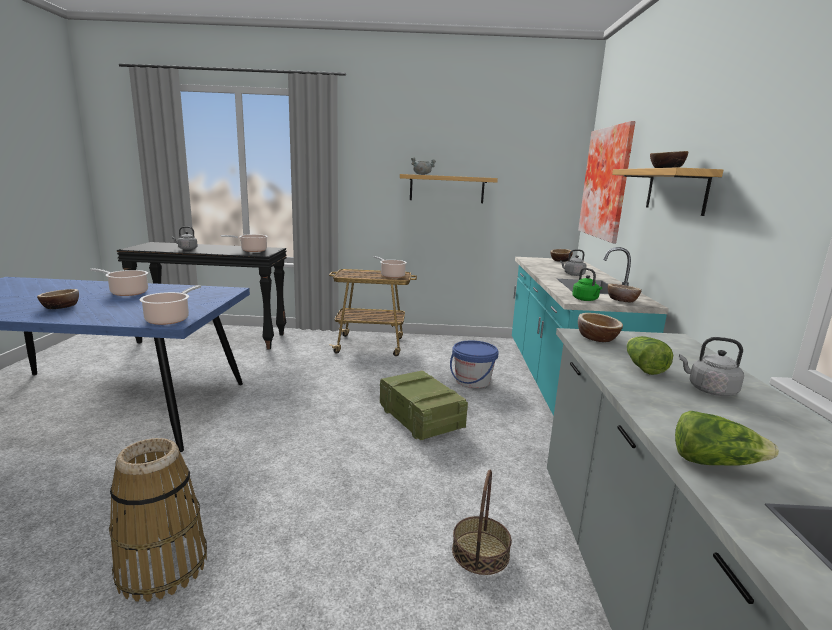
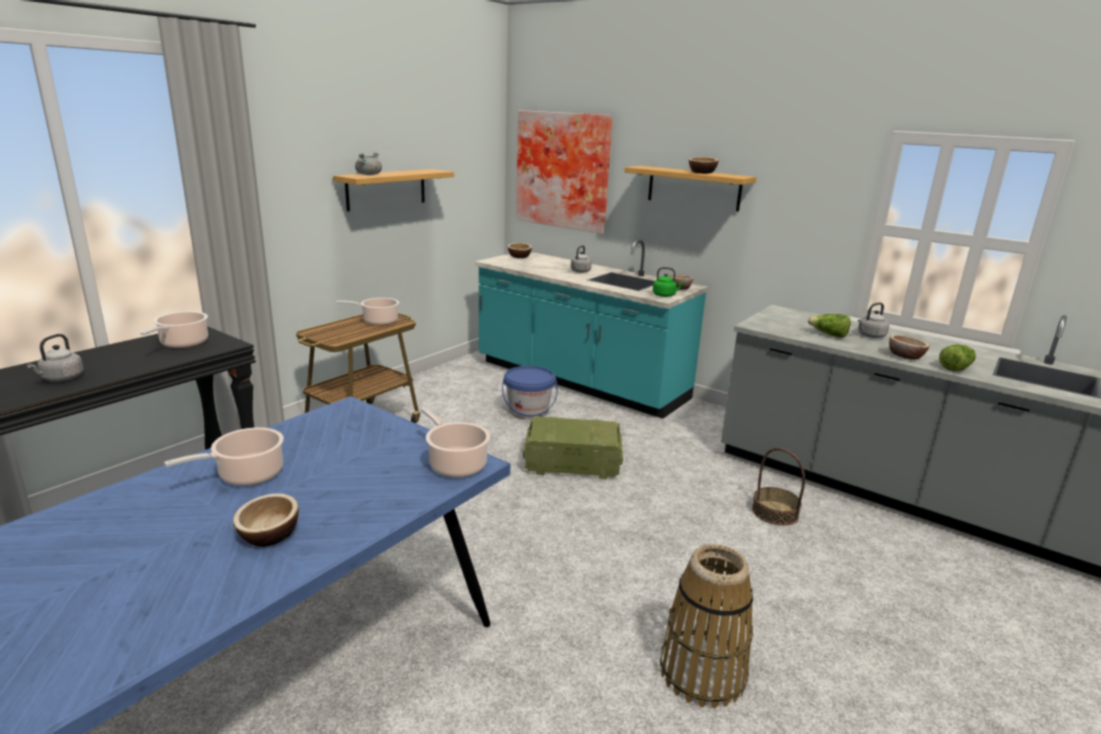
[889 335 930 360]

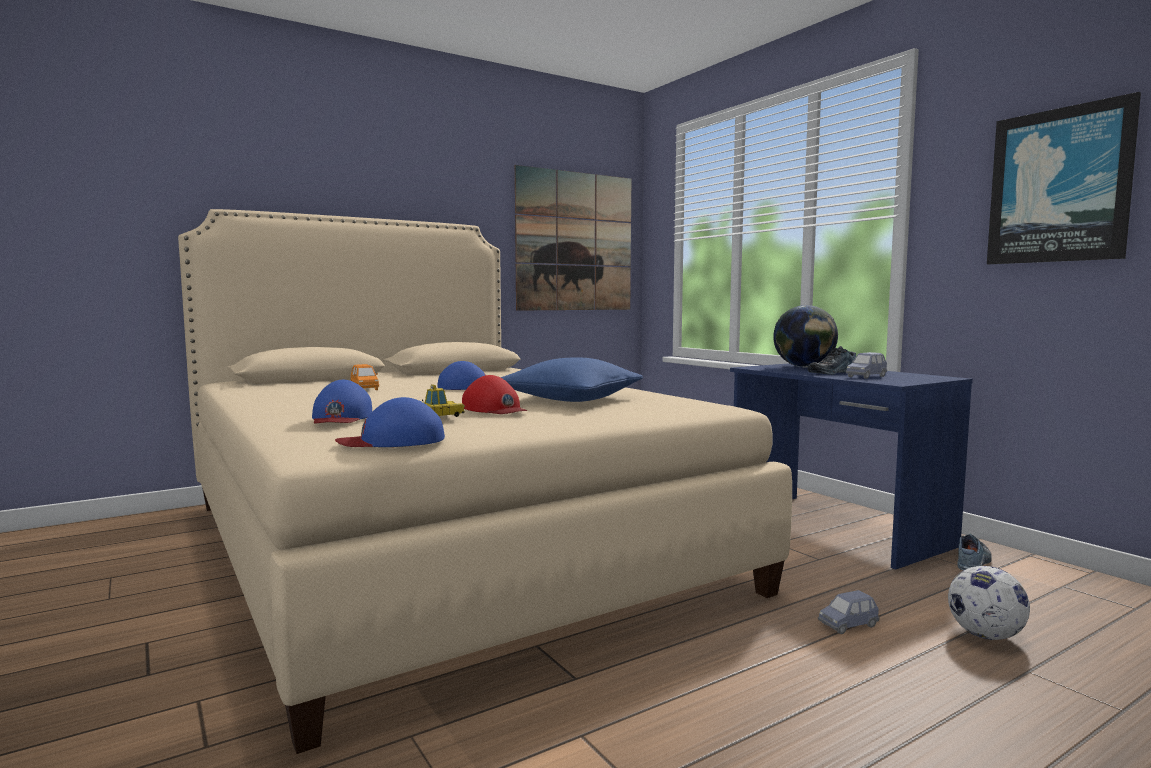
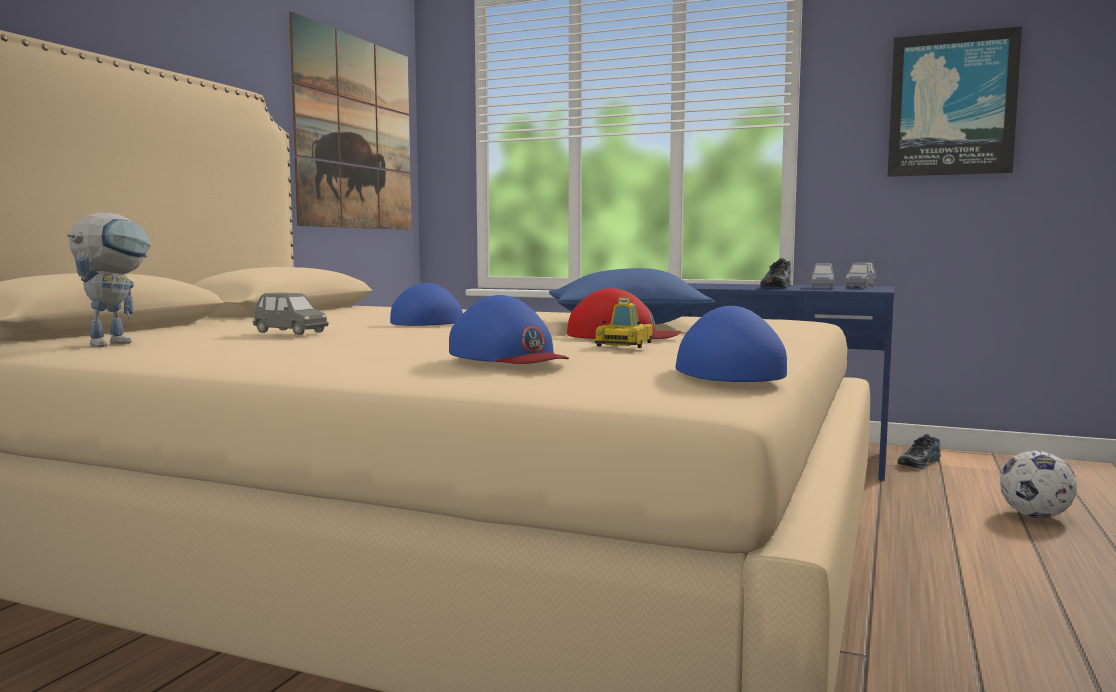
[773 305 838 367] (first image)
[253 293 329 335]
[676 306 787 382]
[898 434 941 469]
[845 263 876 288]
[67 212 151 347]

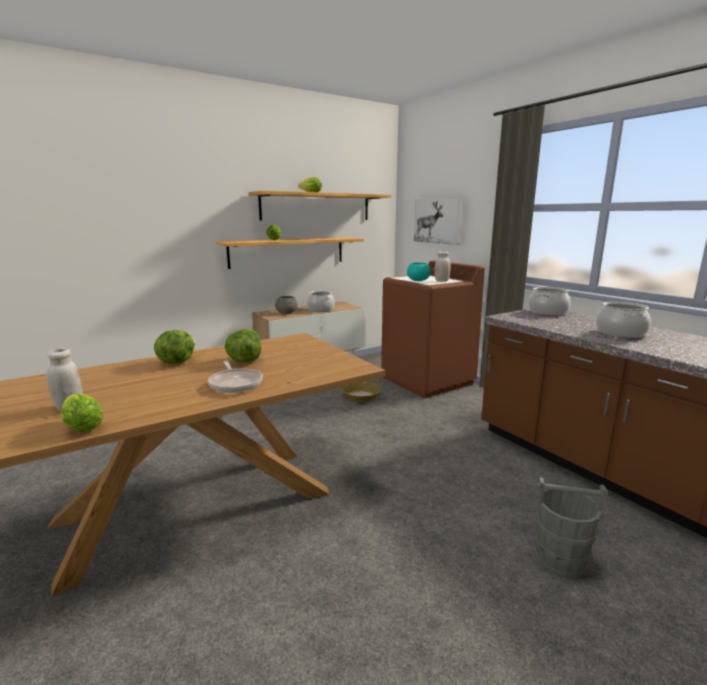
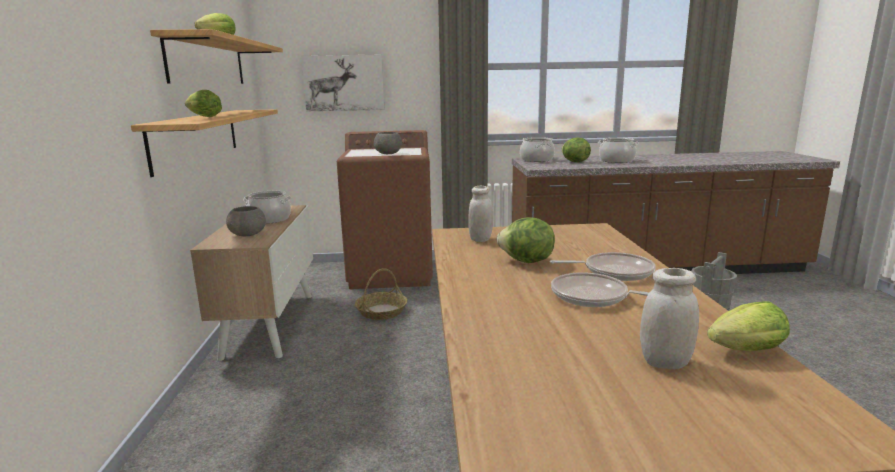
[468 185 493 242]
[374 132 402 154]
[562 138 591 162]
[551 272 649 307]

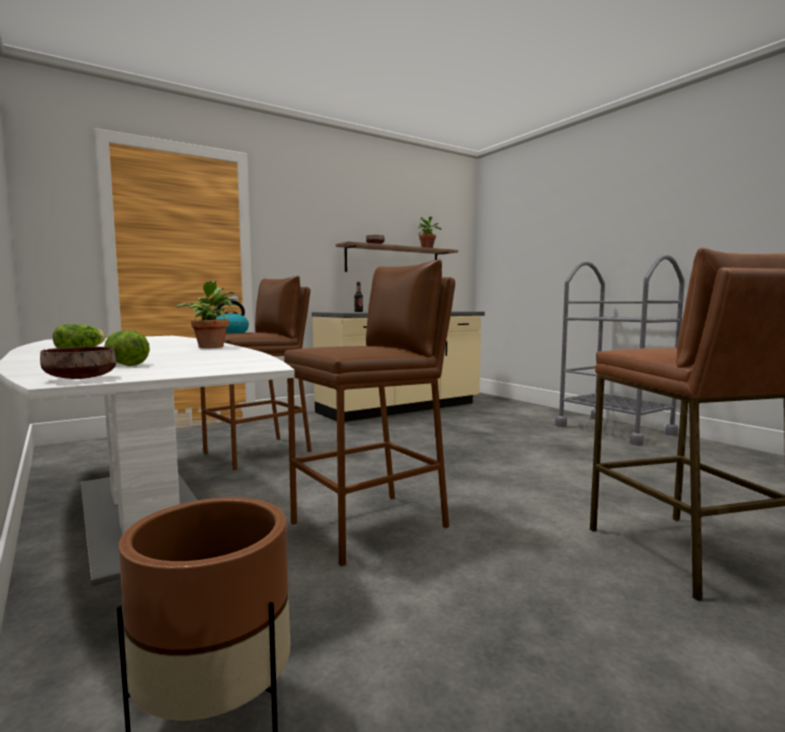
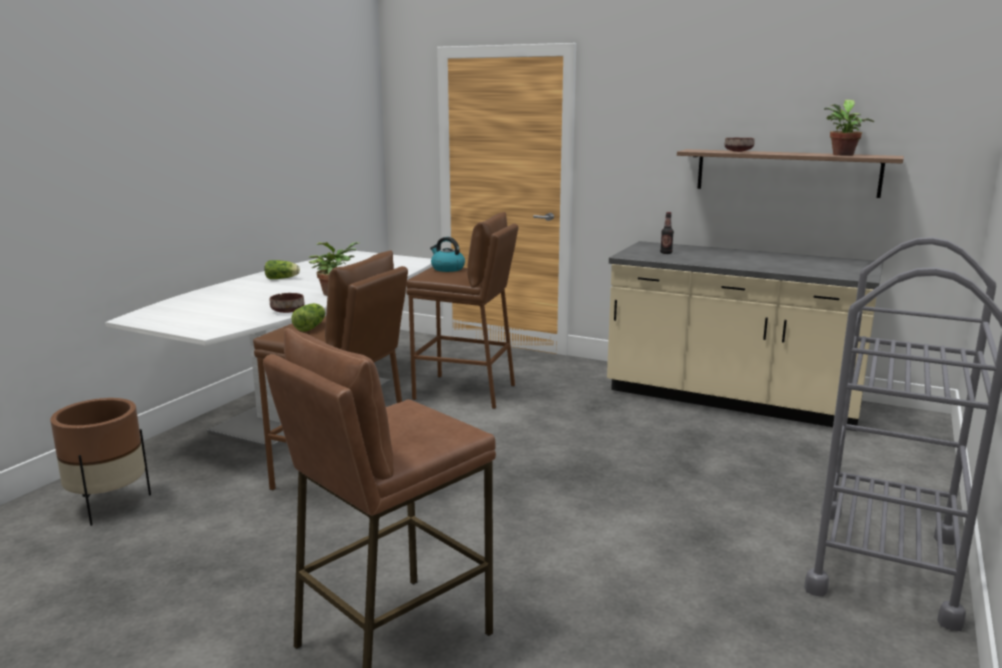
[292 303 326 332]
[270 293 304 313]

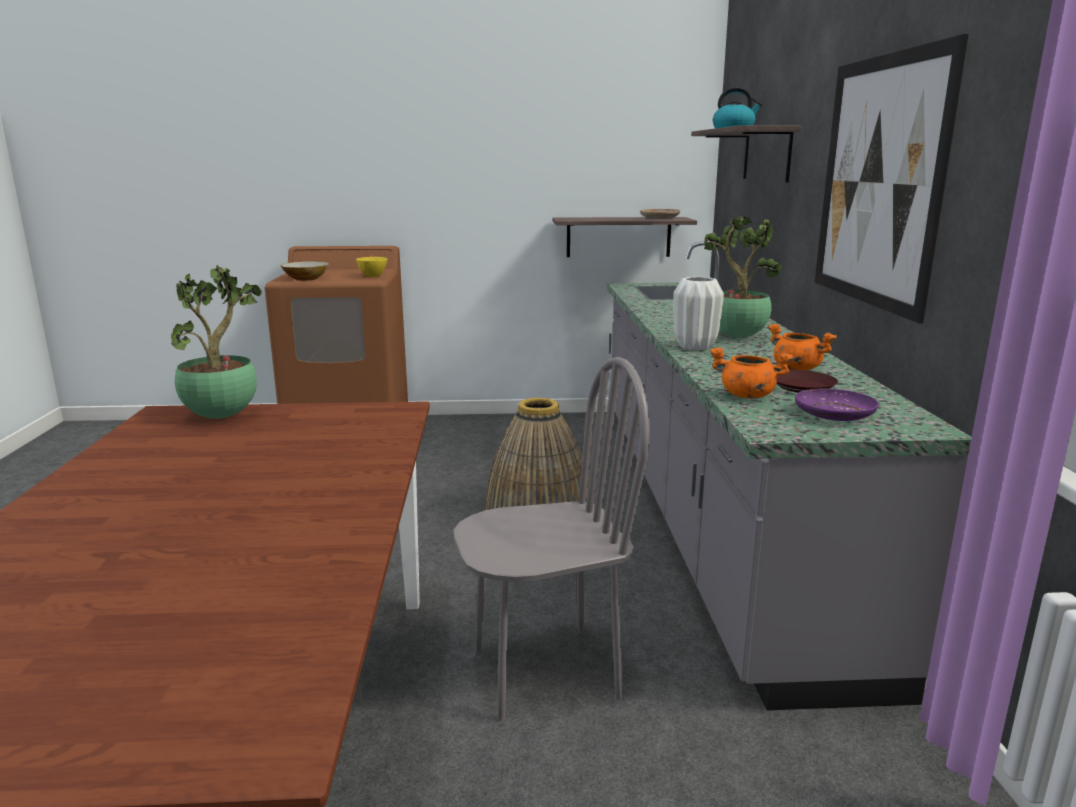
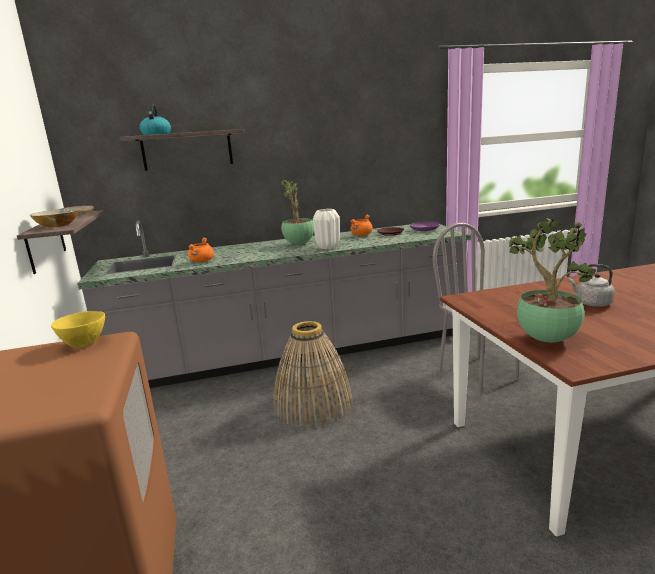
[815 34 969 324] (first image)
[30 209 79 228]
[188 238 214 262]
[569 264 615 307]

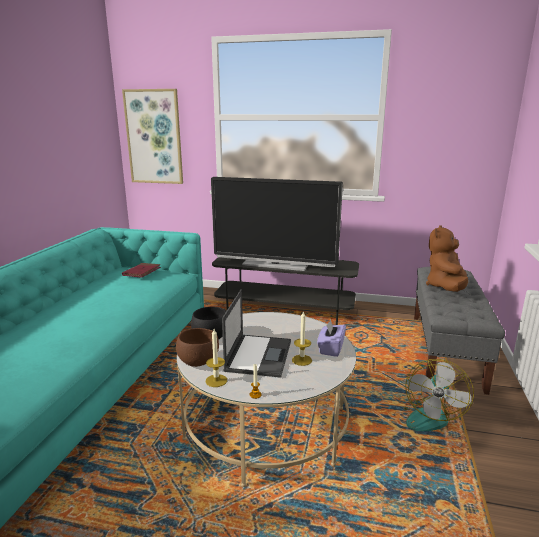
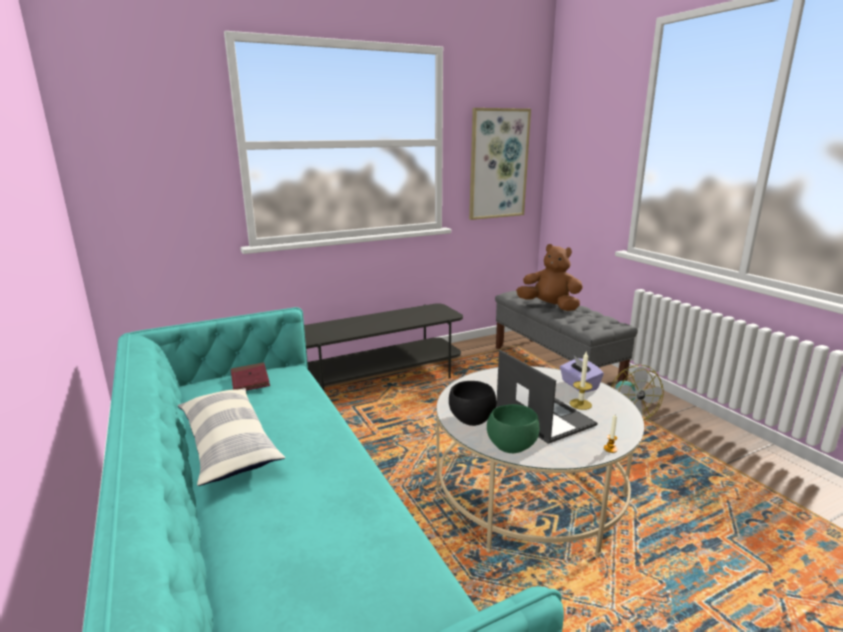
[469 108 531 220]
[211 177 343 271] (first image)
[516 244 583 311]
[487 404 539 453]
[206 329 227 387] (first image)
[178 388 285 486]

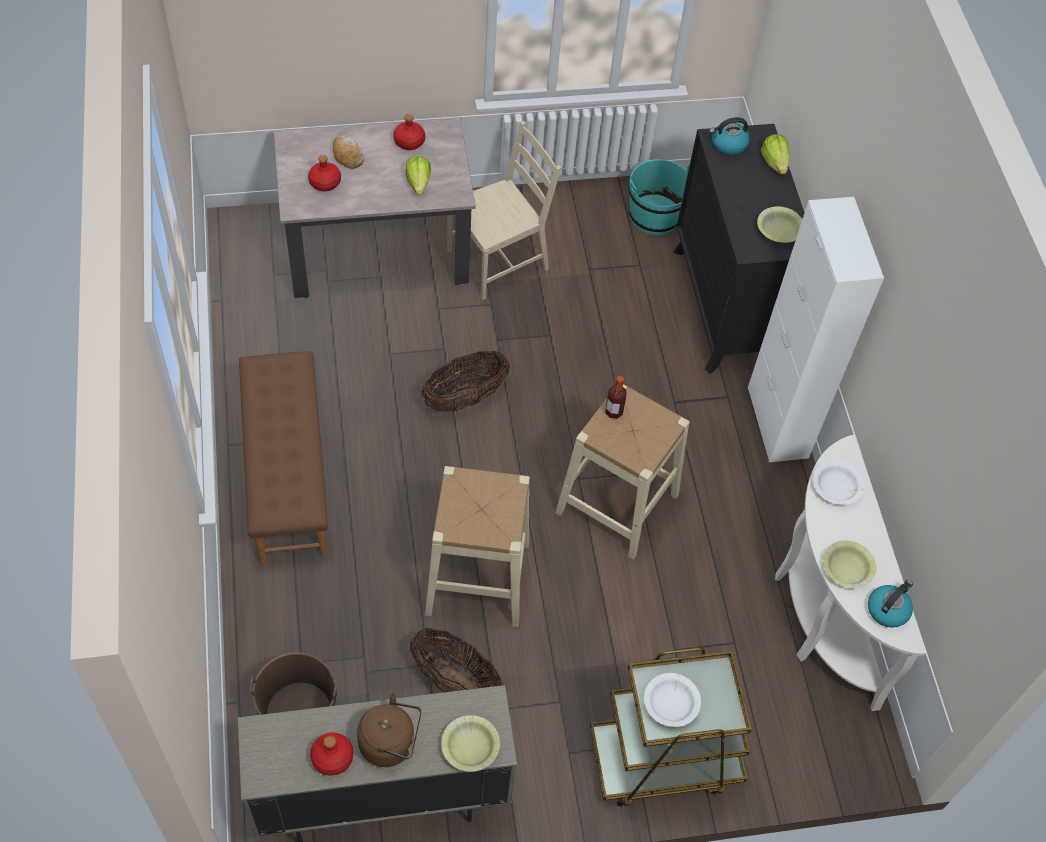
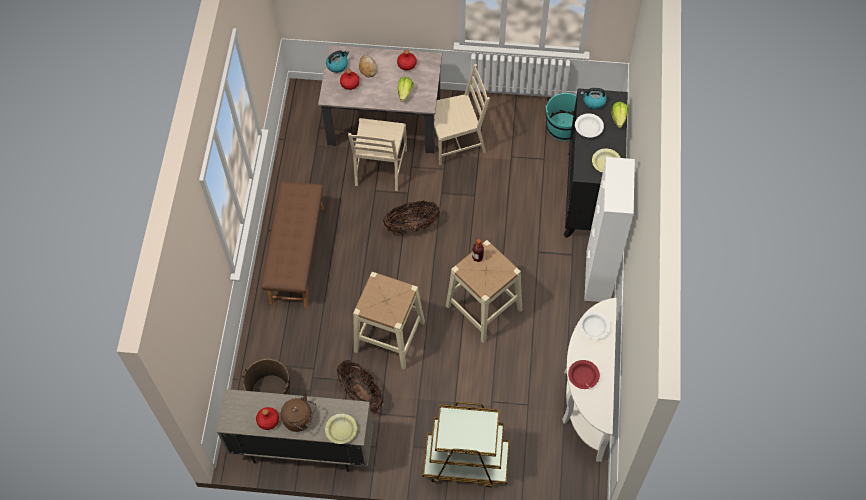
[568 360 600 389]
[326 50 349 73]
[575 113 604 137]
[348 118 407 191]

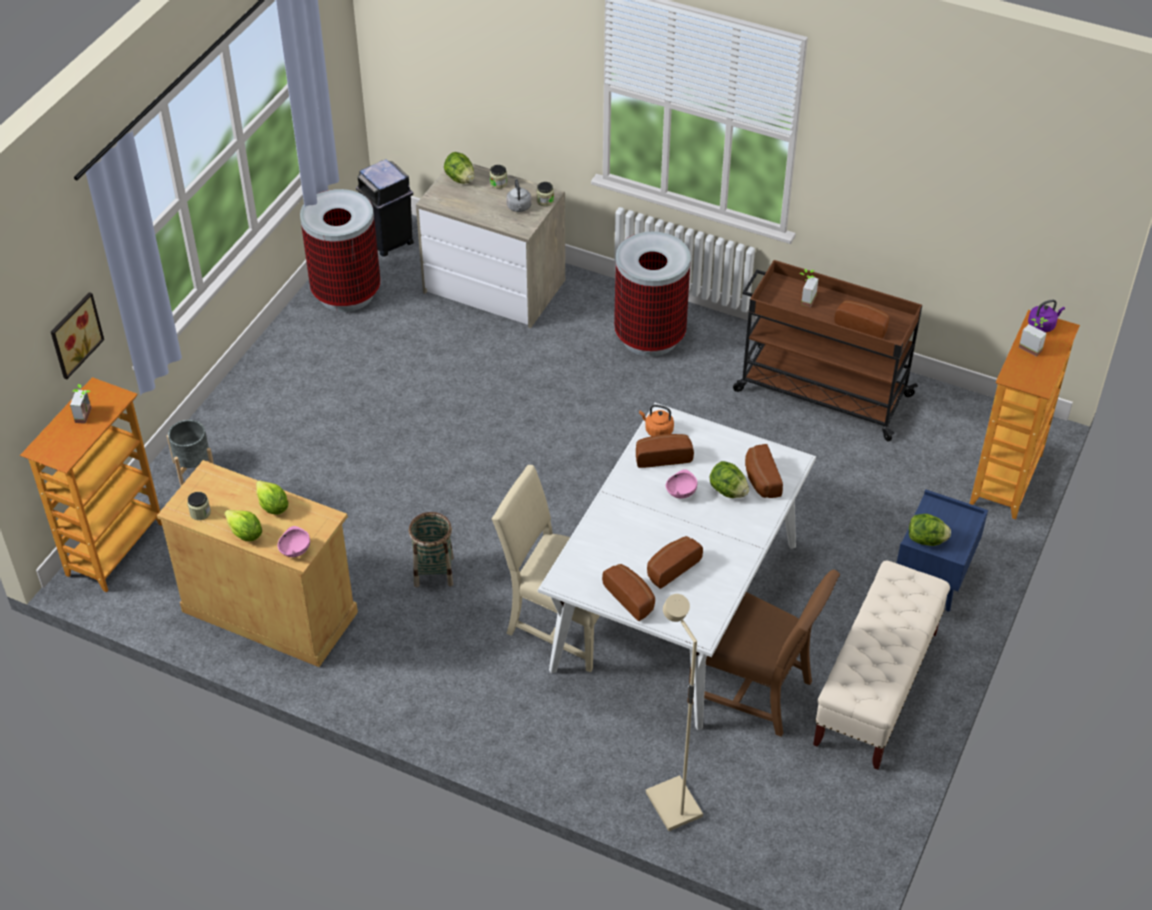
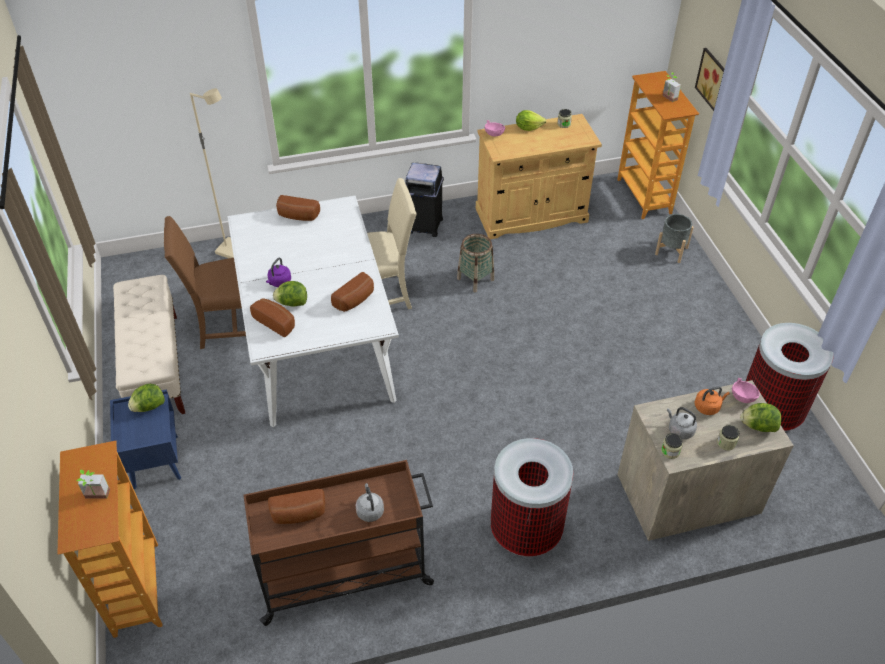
[405 163 444 237]
[356 483 384 522]
[266 258 291 287]
[695 386 730 415]
[732 378 760 403]
[256 480 288 515] (first image)
[647 536 703 589] (first image)

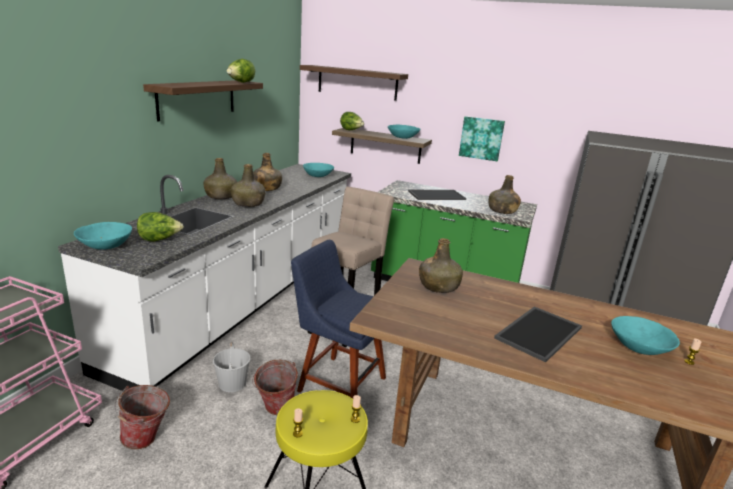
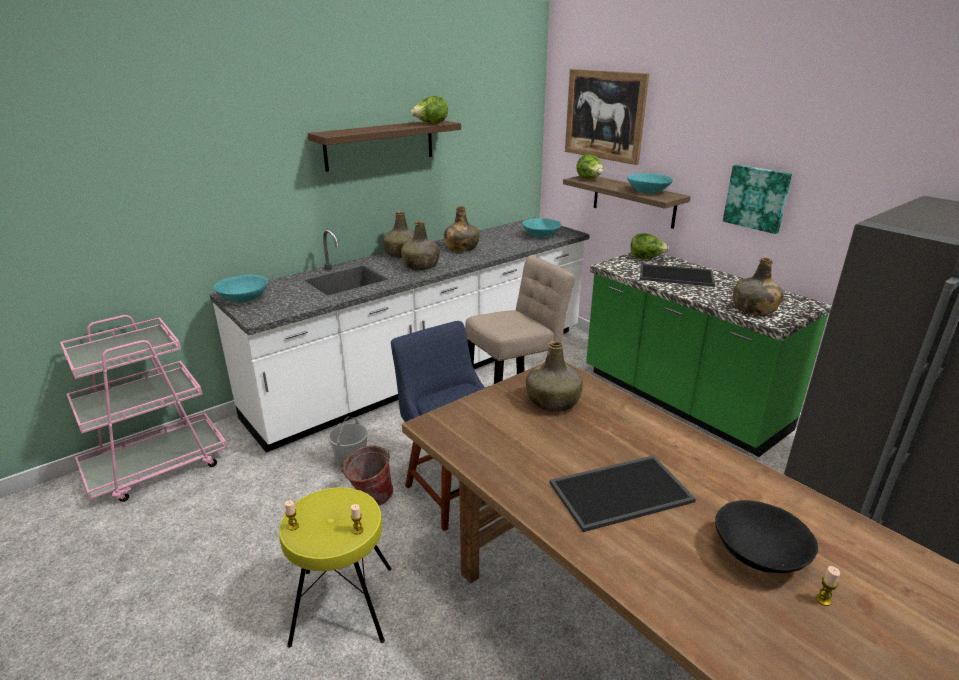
[565 69 649 165]
[631 233 669 259]
[715 500 818 573]
[114 385 170 449] (first image)

